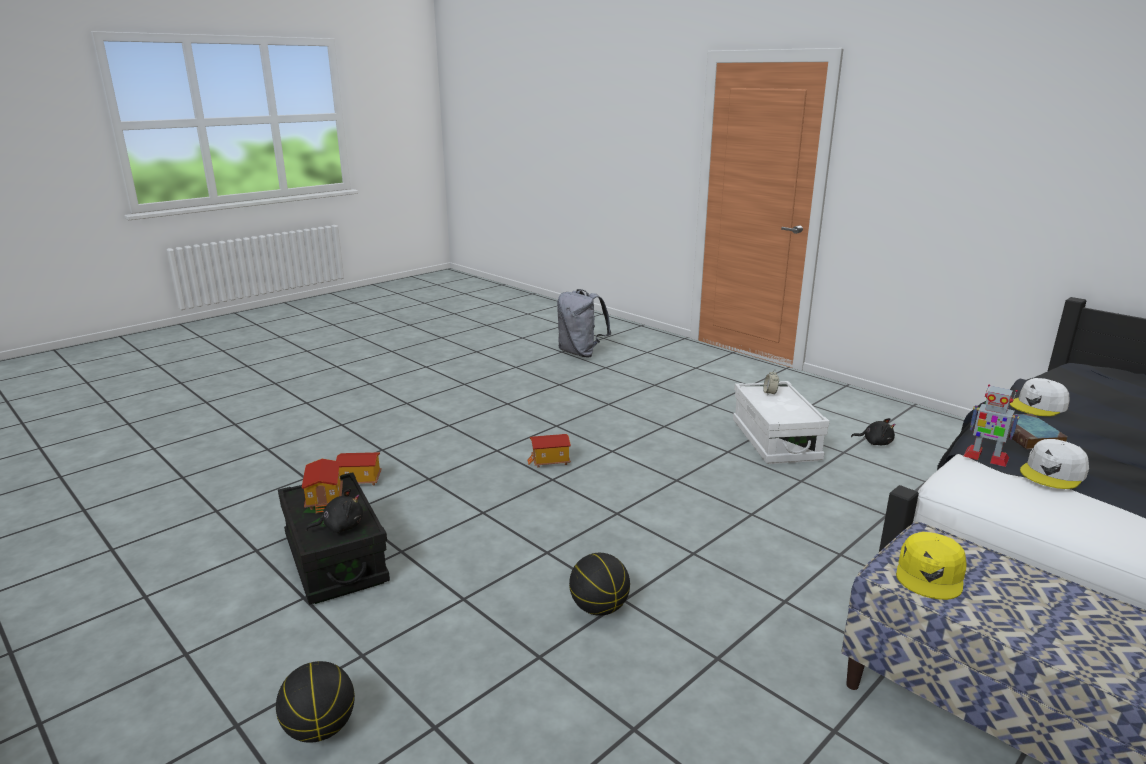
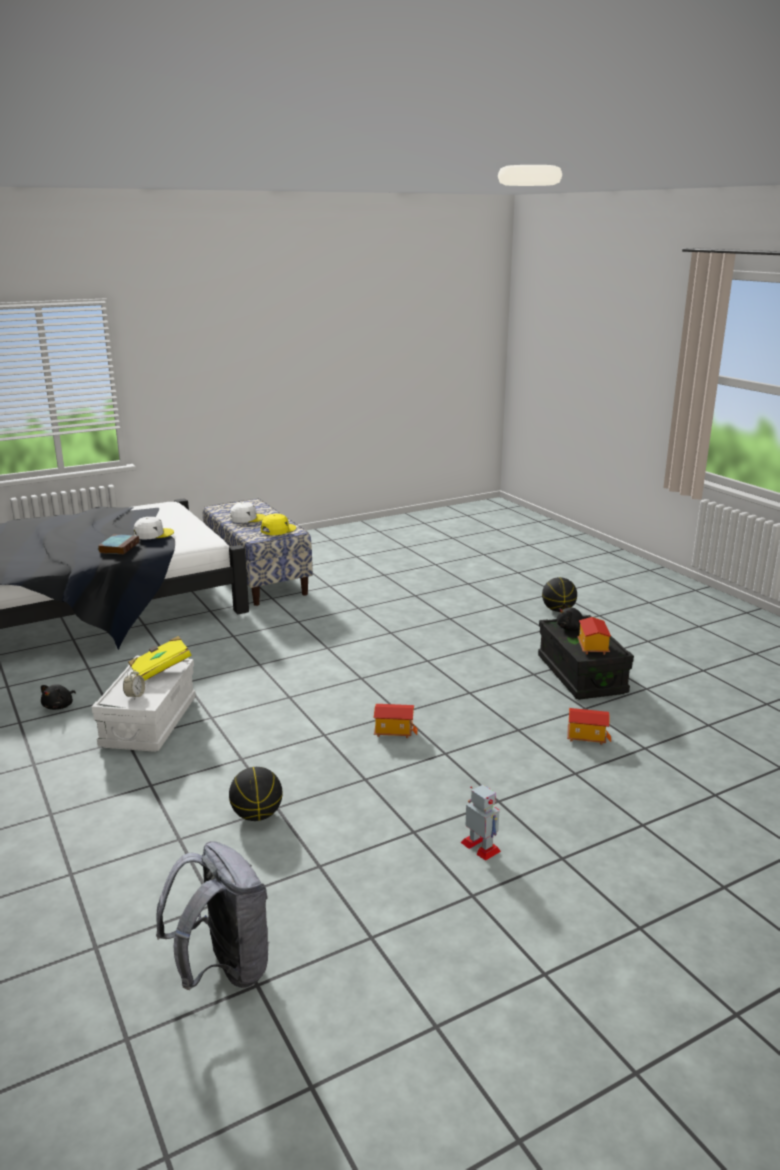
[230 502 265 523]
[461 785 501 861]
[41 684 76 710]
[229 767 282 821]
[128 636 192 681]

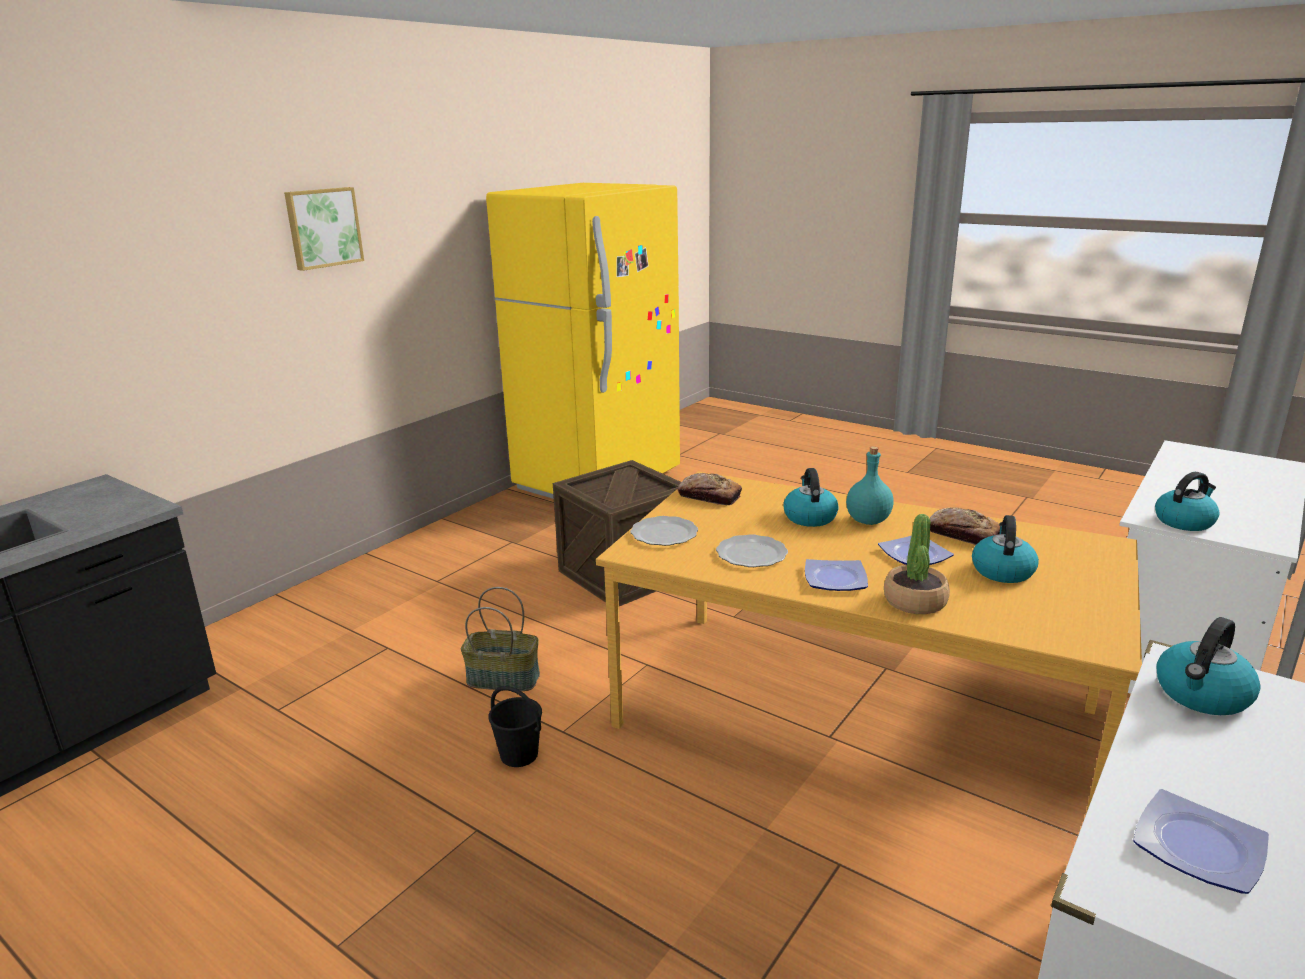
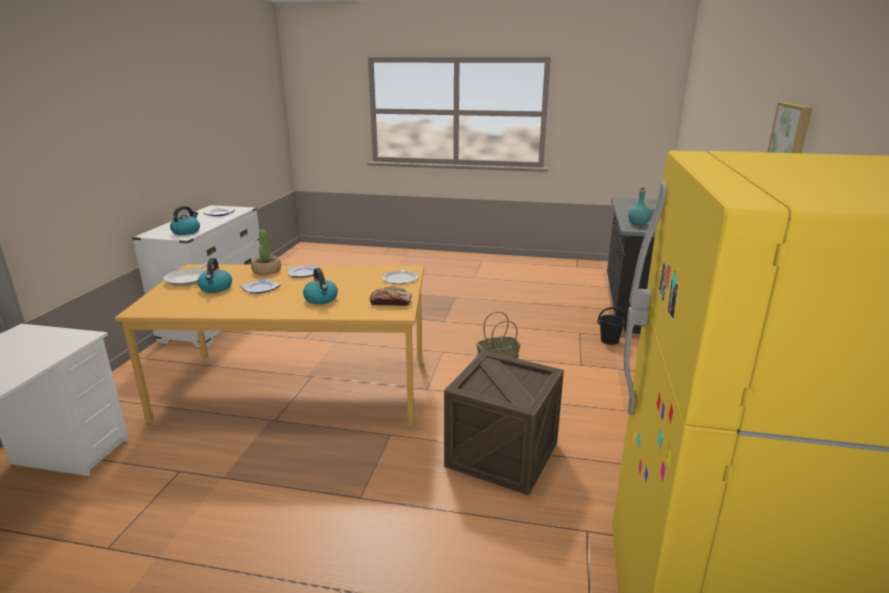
[628 187 651 226]
[1155 472 1220 531] (first image)
[930 507 1000 545] (first image)
[716 534 788 567] (first image)
[598 307 627 345]
[163 262 208 287]

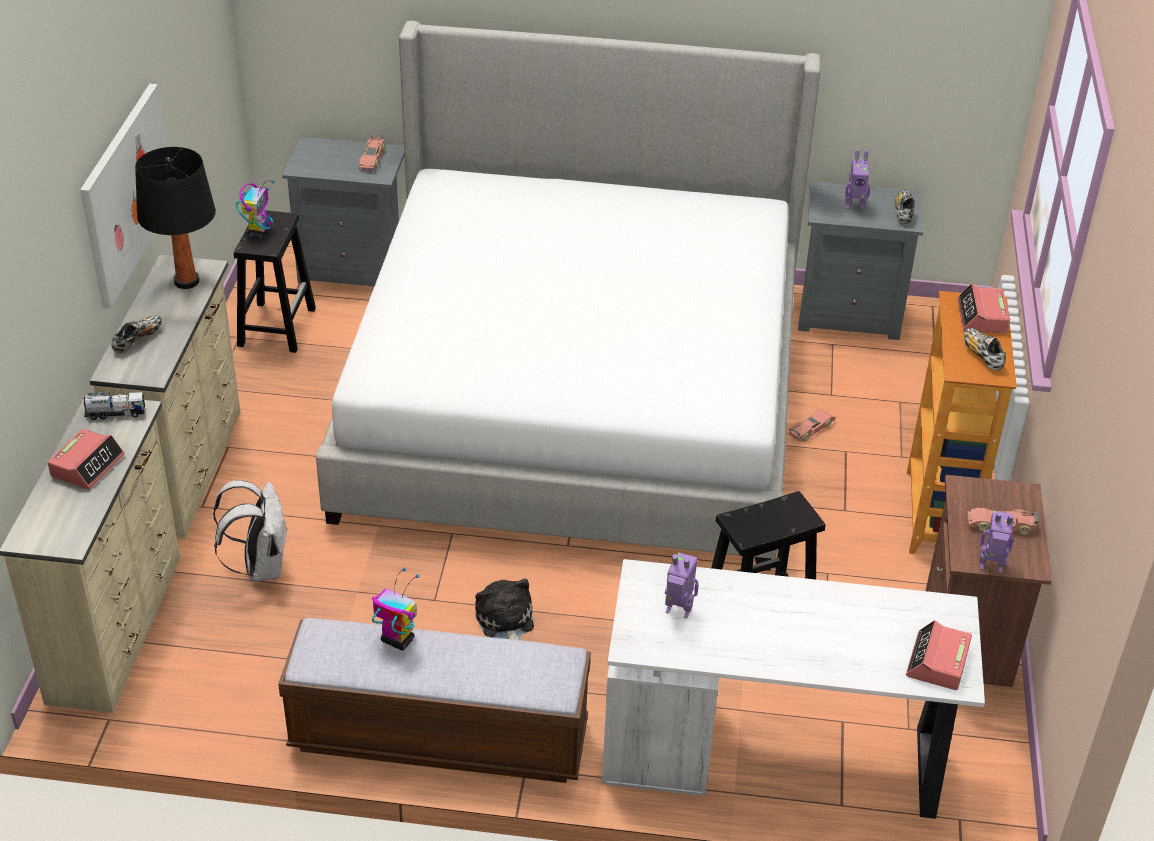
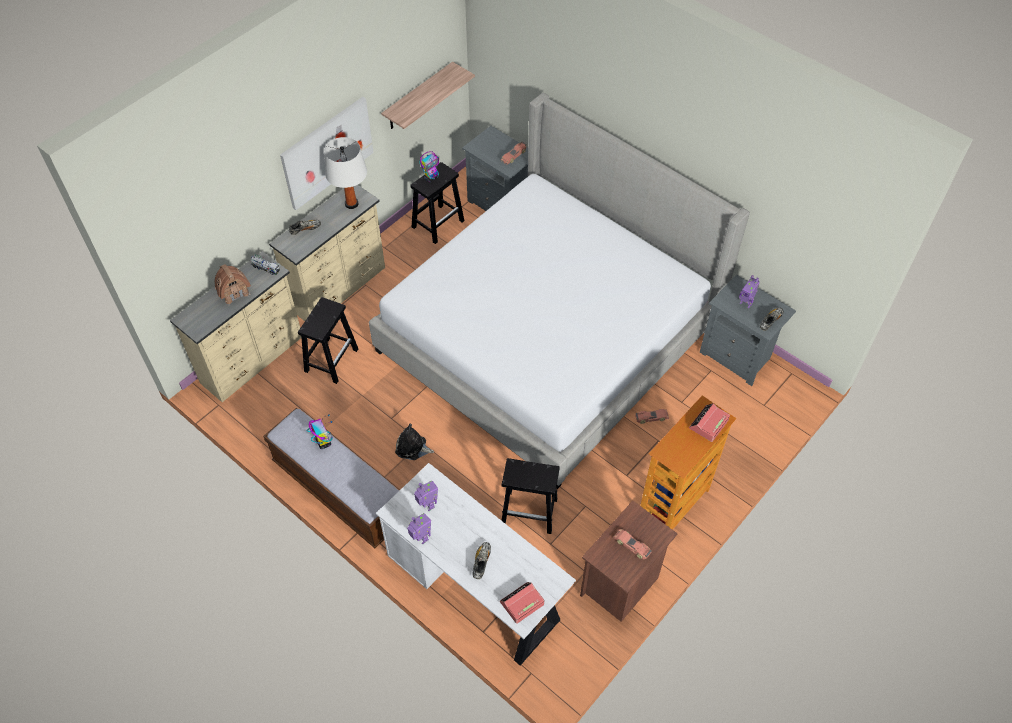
[324 137 367 209]
[473 542 491 579]
[215 264 251 305]
[298 297 358 384]
[407 513 431 544]
[395 423 434 460]
[381 62 475 129]

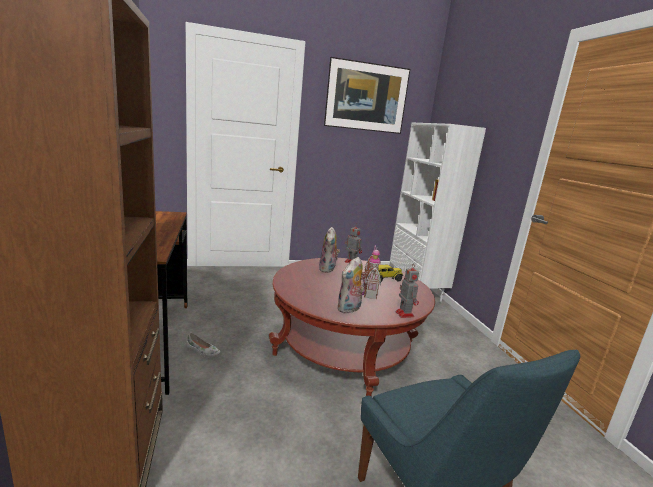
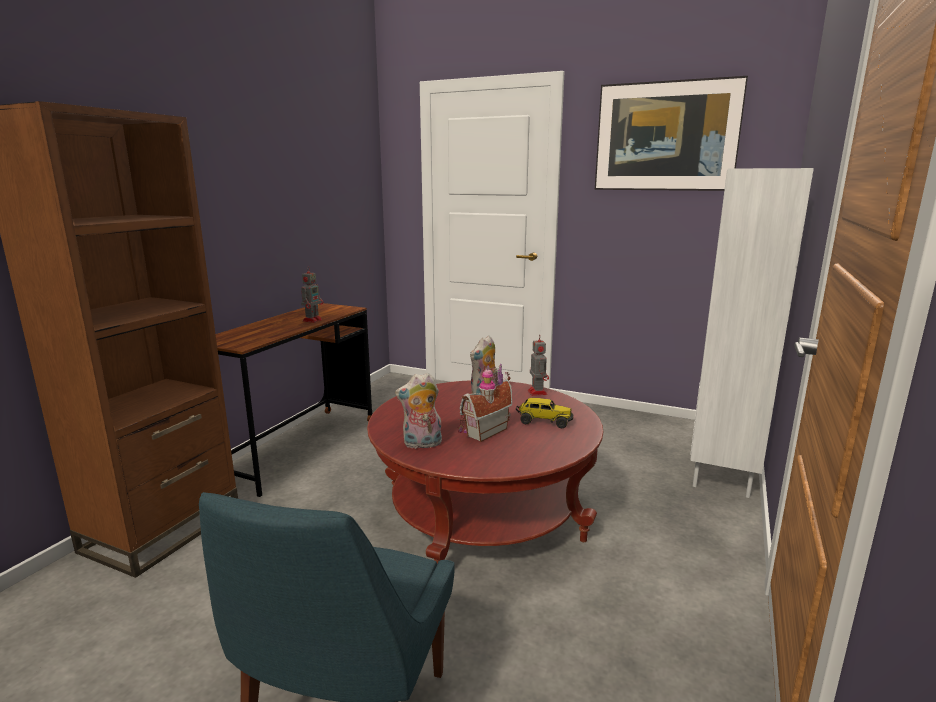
[301 266 323 323]
[186 333 220 357] (first image)

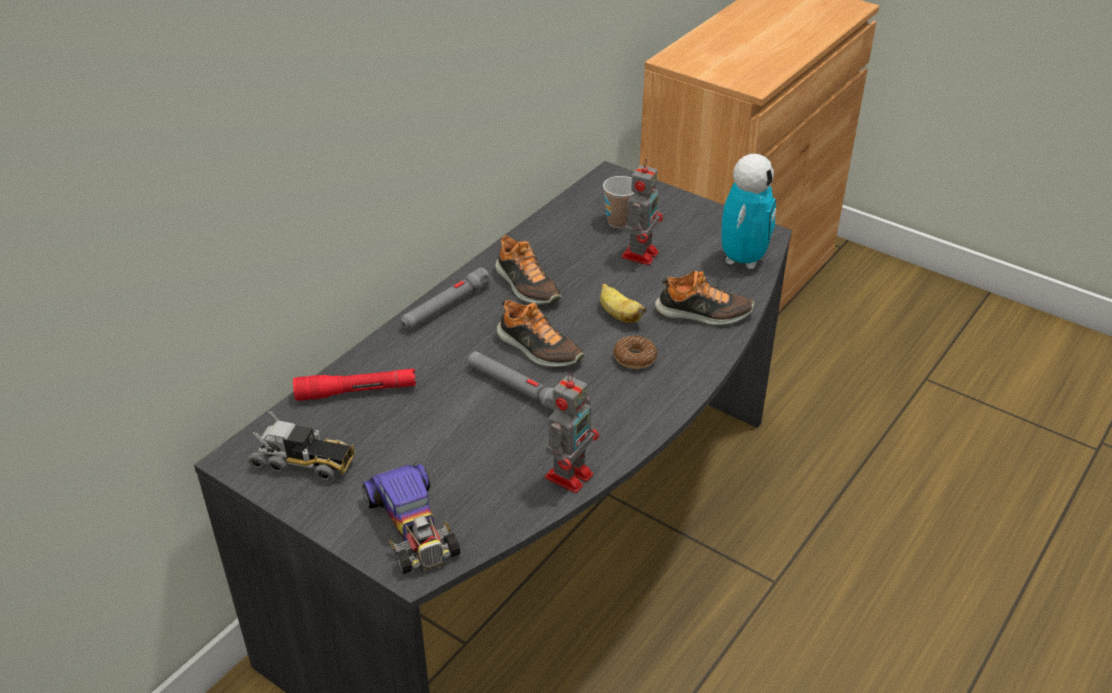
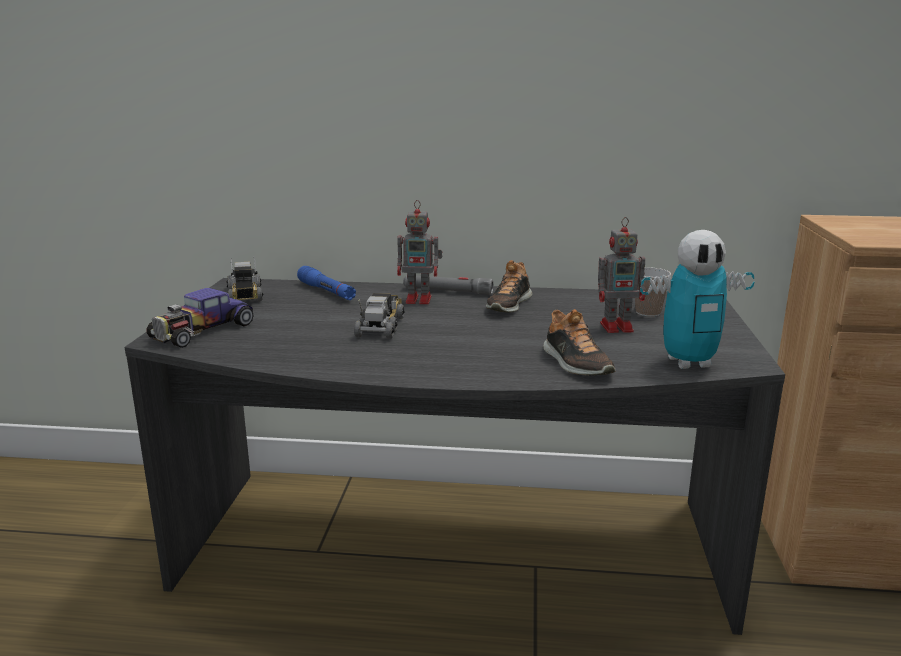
[600 283 646 323] (first image)
[497 299 584 367] (first image)
[614 336 657 369] (first image)
[354 293 405 339]
[297 266 356 300]
[397 200 442 304]

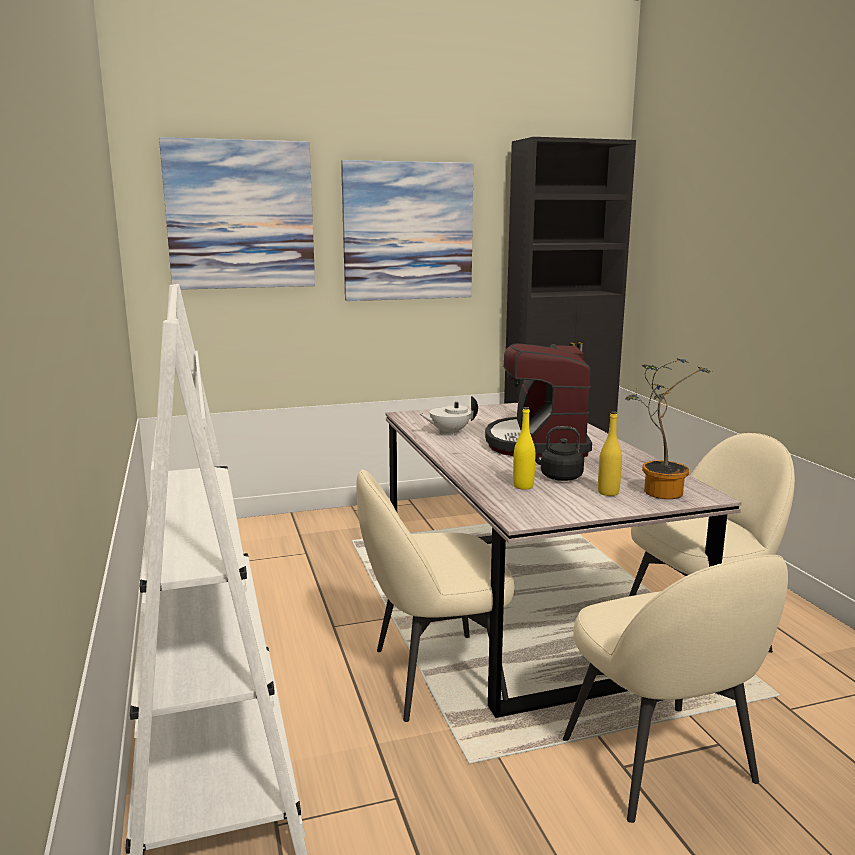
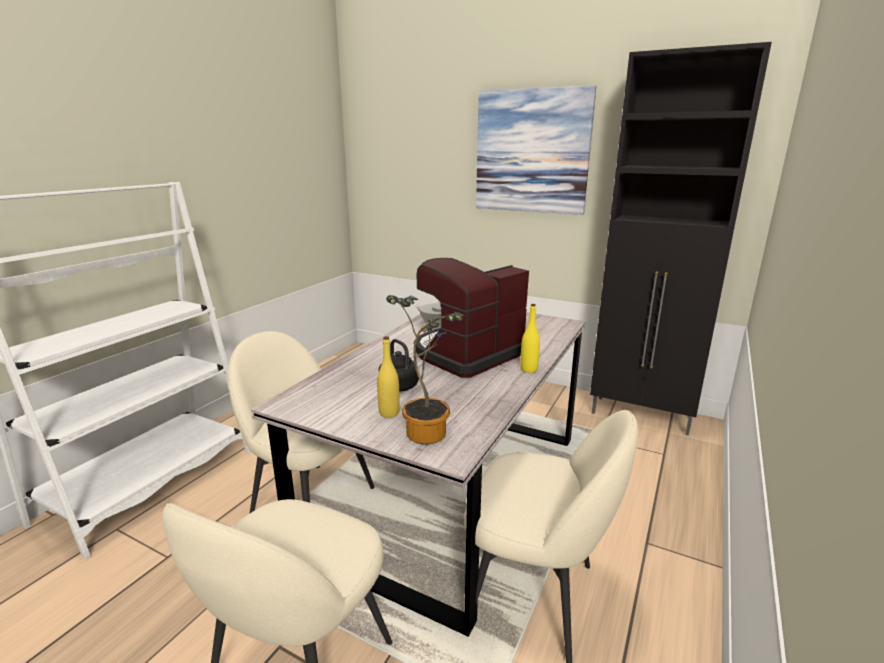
[159 137 315 290] (first image)
[520 304 540 373]

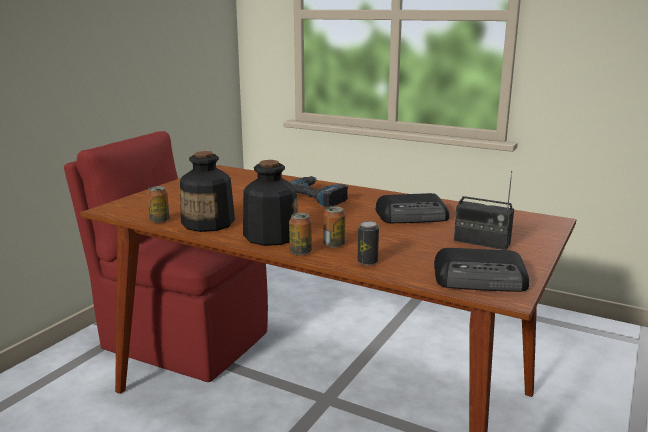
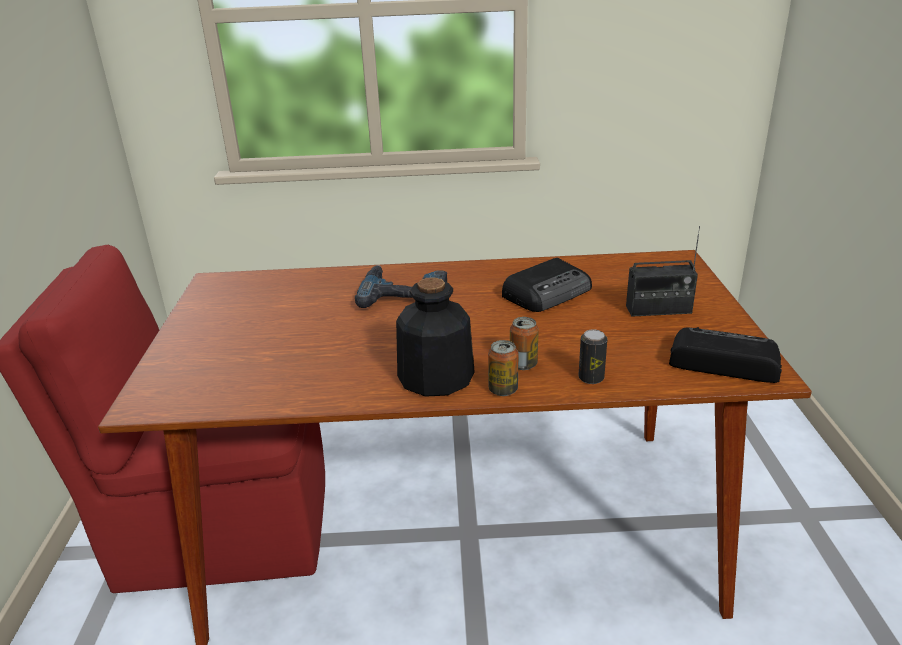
[180 151 235 232] (first image)
[147 186 170 223] (first image)
[669 327 782 383]

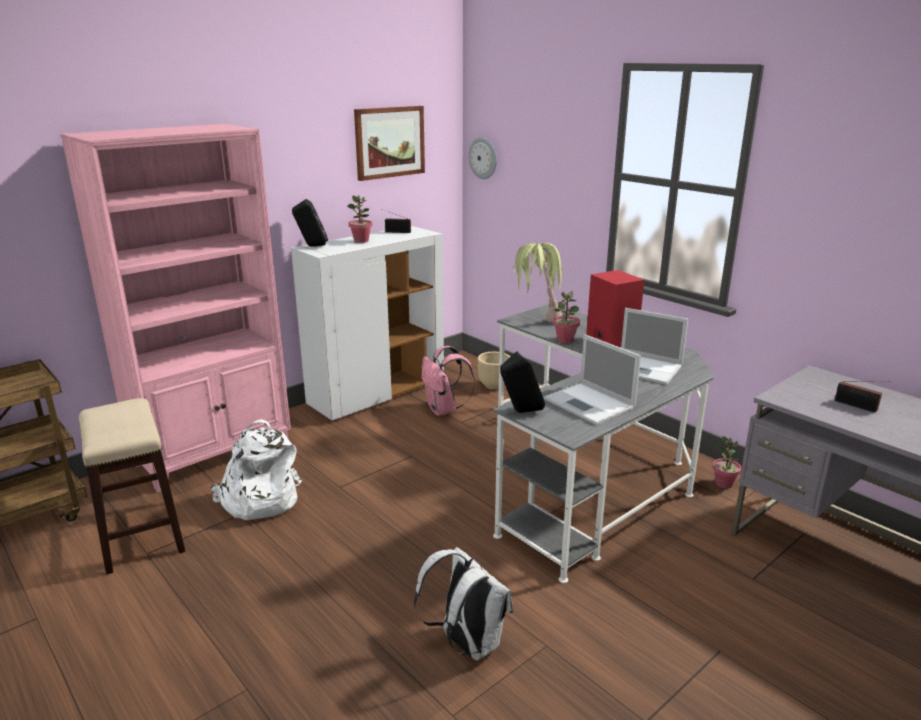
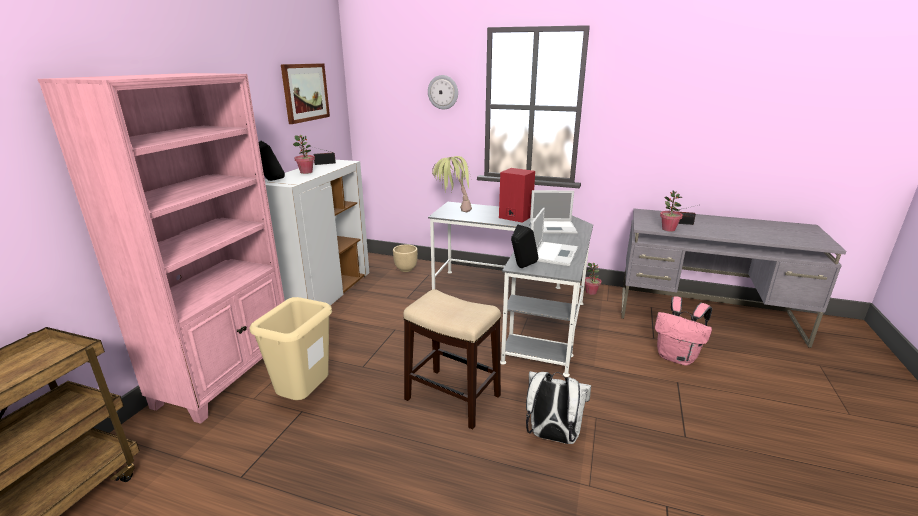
[428 75 458 109]
[660 191 683 232]
[531 208 578 266]
[655 296 712 366]
[403 289 501 429]
[249 297 332 400]

